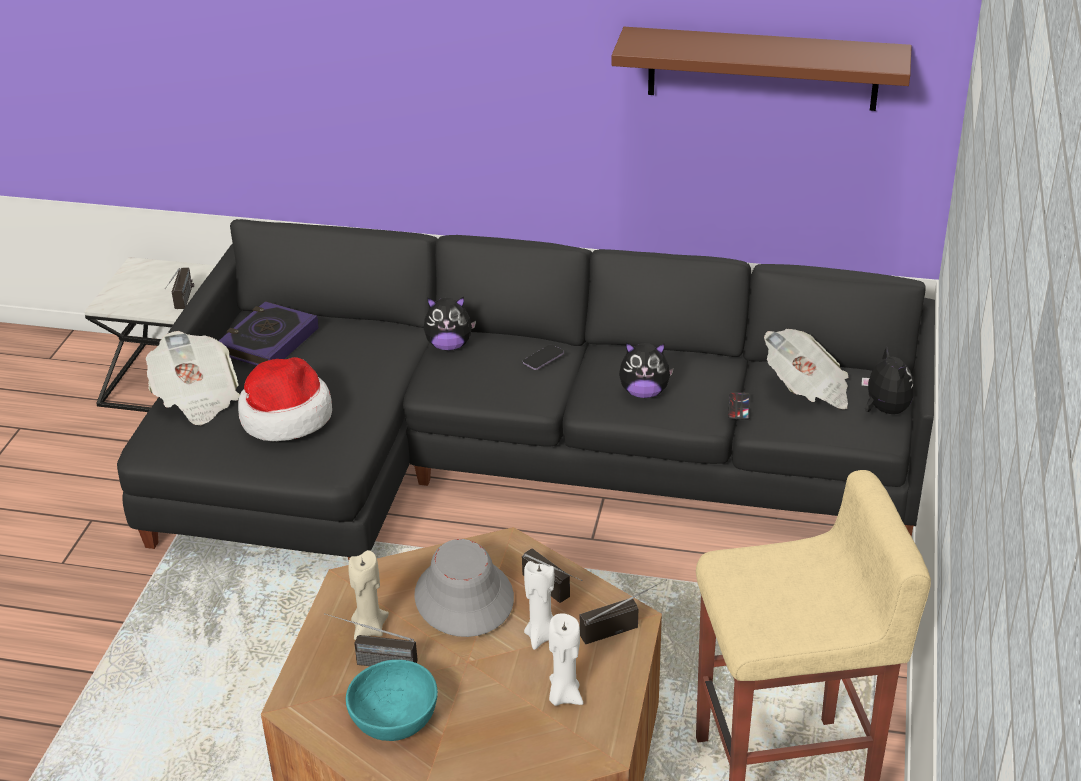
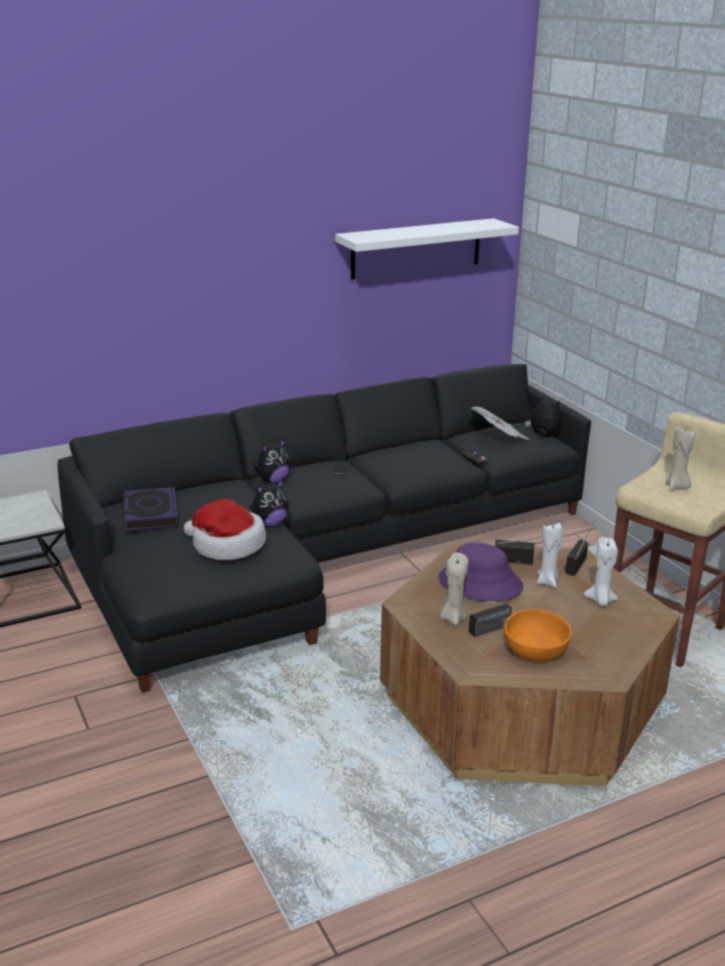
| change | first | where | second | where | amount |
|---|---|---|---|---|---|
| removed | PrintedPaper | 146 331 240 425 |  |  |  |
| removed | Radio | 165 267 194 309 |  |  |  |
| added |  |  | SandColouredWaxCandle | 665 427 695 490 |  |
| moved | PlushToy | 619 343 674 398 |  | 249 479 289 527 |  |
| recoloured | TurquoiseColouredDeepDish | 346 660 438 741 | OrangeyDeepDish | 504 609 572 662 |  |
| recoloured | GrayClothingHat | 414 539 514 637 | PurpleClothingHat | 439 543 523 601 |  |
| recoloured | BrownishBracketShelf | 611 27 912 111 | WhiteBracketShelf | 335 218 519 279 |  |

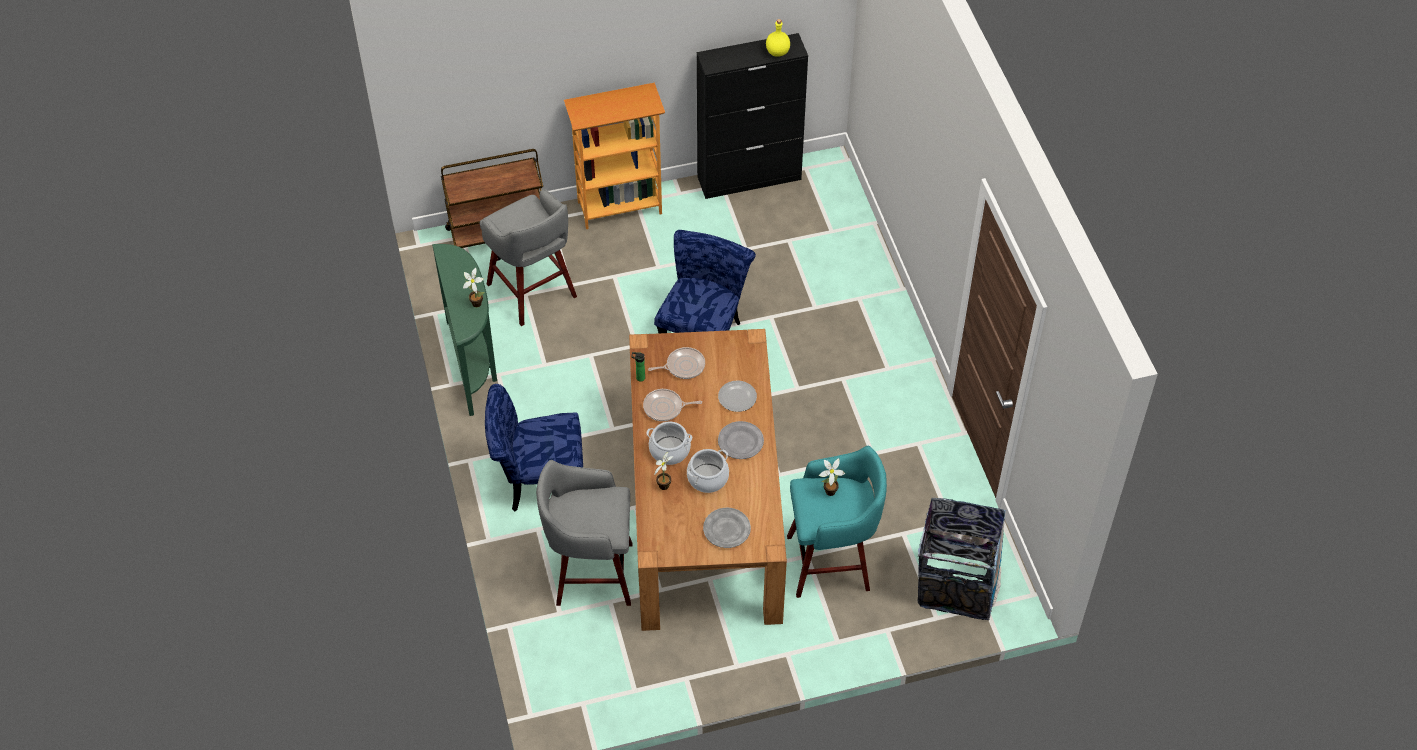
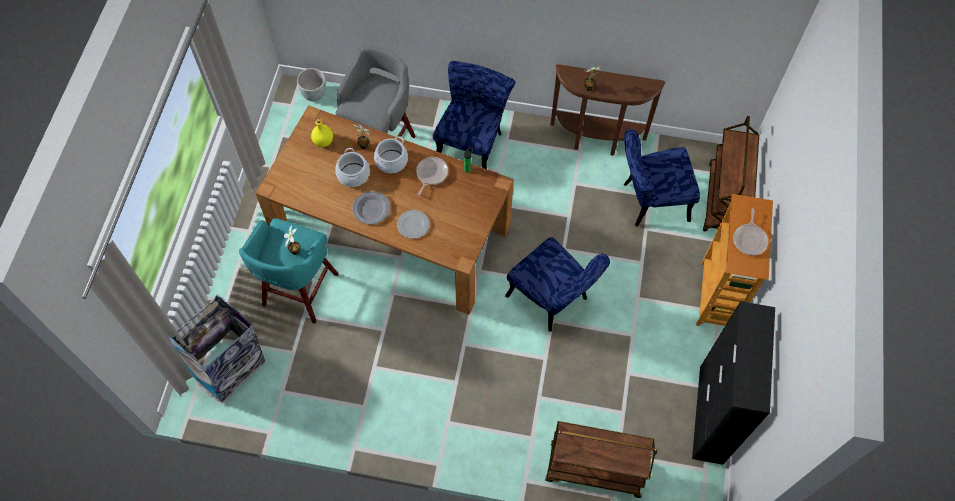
| change | first | where | second | where | amount |
|---|---|---|---|---|---|
| removed | GrayPlate | 703 508 751 548 |  |  |  |
| added |  |  | GrayPlantPot | 297 68 326 101 |  |
| added |  |  | BrownishWheeledCart | 545 421 657 498 |  |
| moved | Skillet | 648 347 705 379 |  | 733 208 768 255 |  |
| moved | YellowBeverageBottle | 766 19 790 57 |  | 311 118 333 147 |  |
| replaced | GraySittingStool | 480 189 577 326 | BlueChair | 624 129 700 227 |  |
| recoloured | GreenHallTable | 432 244 497 416 | BrownishHallTable | 550 64 665 156 |  |

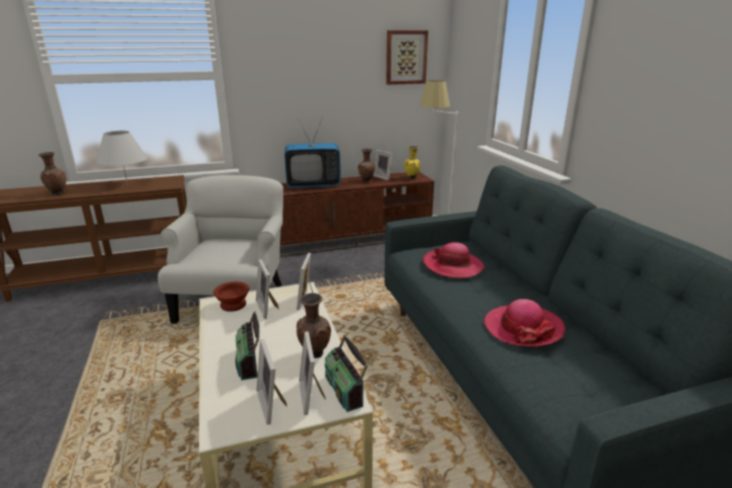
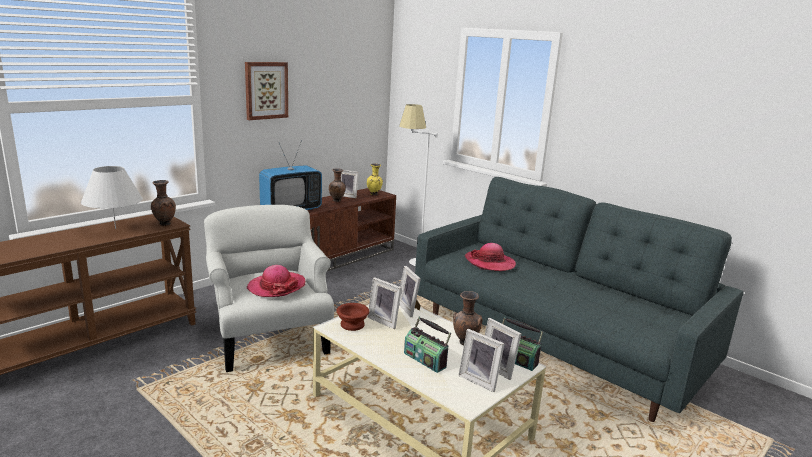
| change | first | where | second | where | amount |
|---|---|---|---|---|---|
| moved | BrownishDecorativeVase | 38 152 66 195 |  | 151 180 176 226 |  |
| moved | Picture | 386 30 428 85 |  | 245 62 288 120 |  |
| moved | ClothingHat | 483 299 565 347 |  | 247 265 305 297 |  |

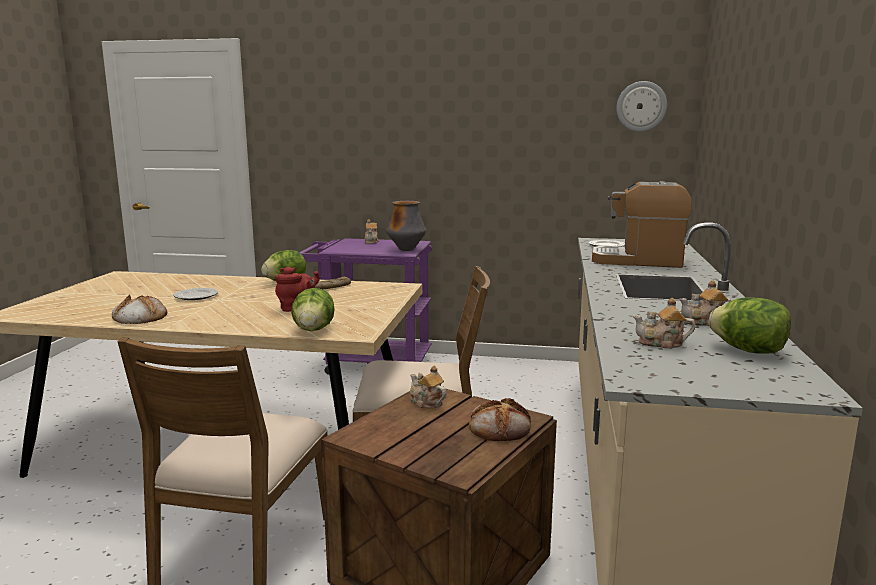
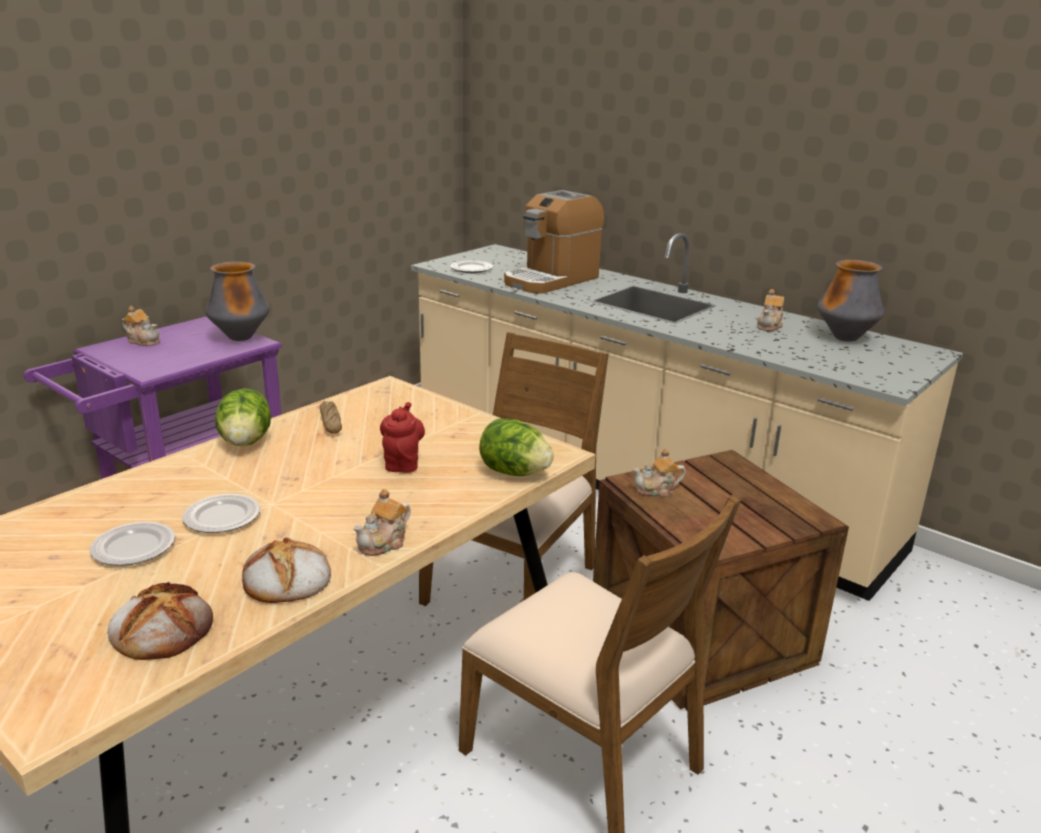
| change | first | where | second | where | amount |
|---|---|---|---|---|---|
| removed | HangingClock | 616 81 667 132 |  |  |  |
| added |  |  | Plate | 89 522 175 566 |  |
| moved | BakeryBread | 469 398 531 441 |  | 108 582 213 660 |  |
| moved | Teapot | 633 298 695 349 |  | 353 489 411 556 |  |
| replaced | LettuceHead | 708 297 791 353 | DecorativeVase | 817 260 885 342 |  |

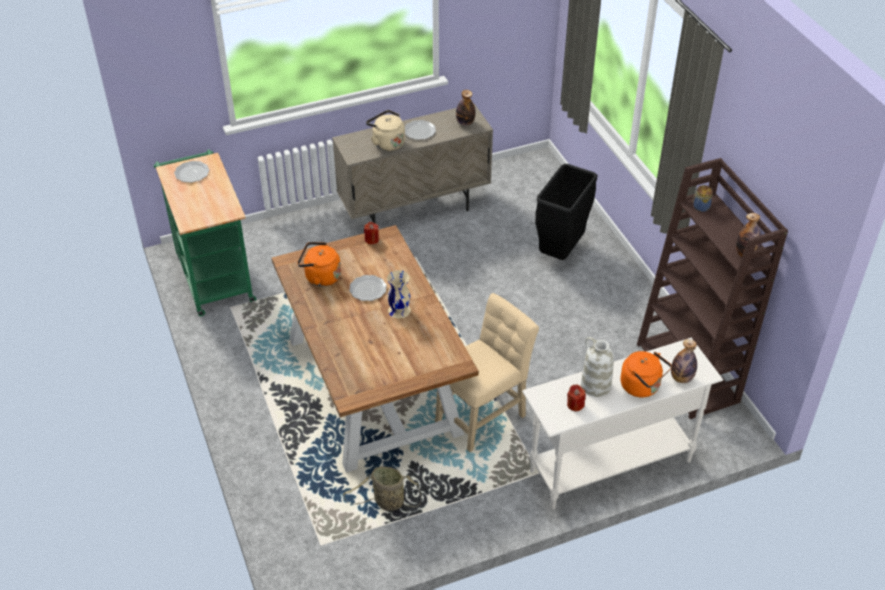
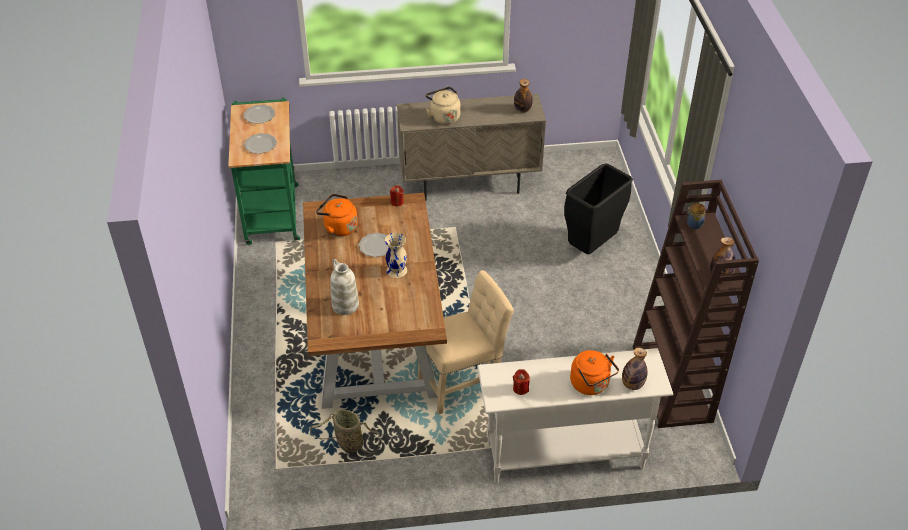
| change | first | where | second | where | amount |
|---|---|---|---|---|---|
| moved | Plate | 405 120 436 140 |  | 244 133 277 154 |  |
| moved | WhiteDecorativeVase | 581 337 614 397 |  | 330 259 359 315 |  |

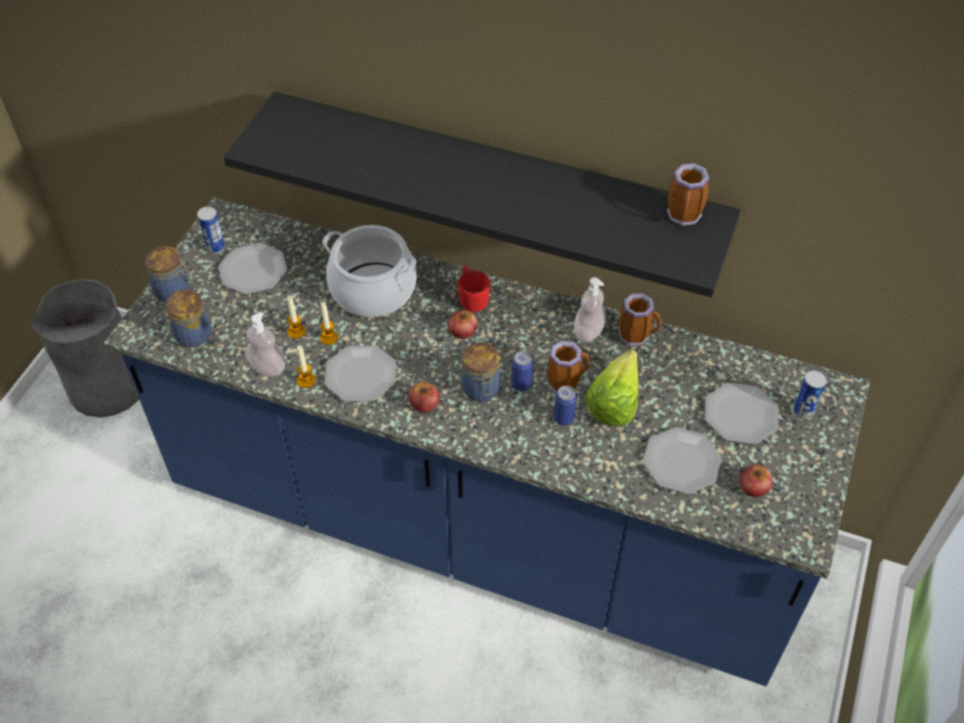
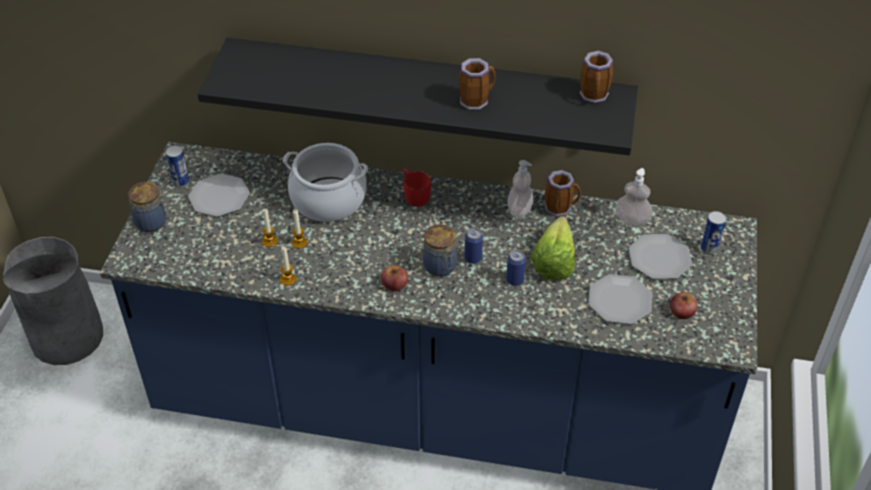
| change | first | where | second | where | amount |
|---|---|---|---|---|---|
| removed | Jar | 162 290 211 347 |  |  |  |
| removed | Plate | 325 345 396 402 |  |  |  |
| removed | AppleFruit | 448 310 478 339 |  |  |  |
| moved | SoapBottle | 246 312 286 377 |  | 615 168 653 226 |  |
| moved | Mug | 547 341 590 393 |  | 459 58 496 110 |  |

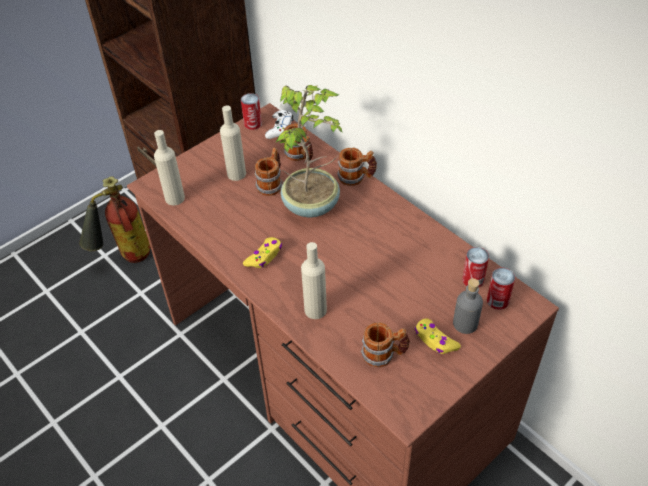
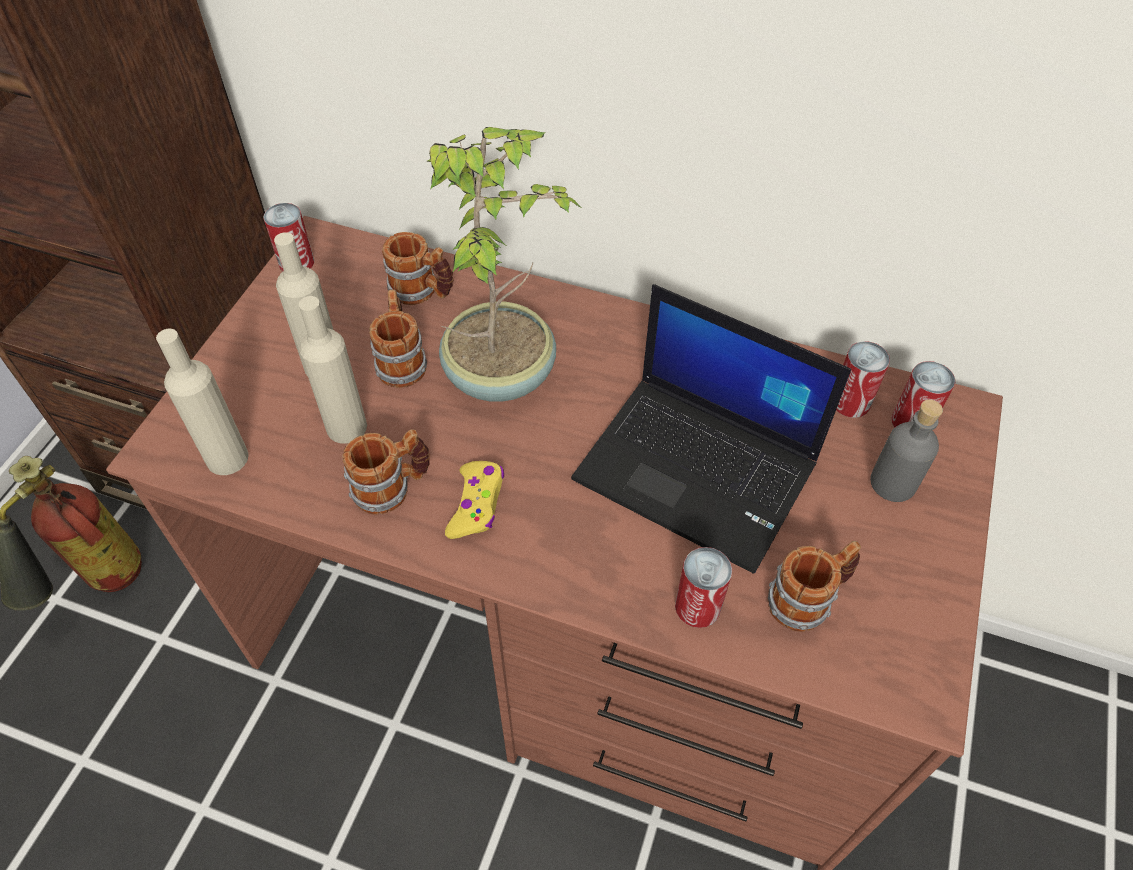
| change | first | where | second | where | amount |
|---|---|---|---|---|---|
| removed | WhiteGamepad | 265 110 293 139 |  |  |  |
| removed | YellowGamepad | 415 318 461 354 |  |  |  |
| added |  |  | NotebookComputer | 571 284 851 574 |  |
| added |  |  | MetalCan | 675 547 732 628 |  |
| moved | SandColouredBeverageBottle | 301 242 327 319 |  | 299 296 367 444 |  |
| moved | Mug | 337 148 377 186 |  | 342 429 430 515 |  |

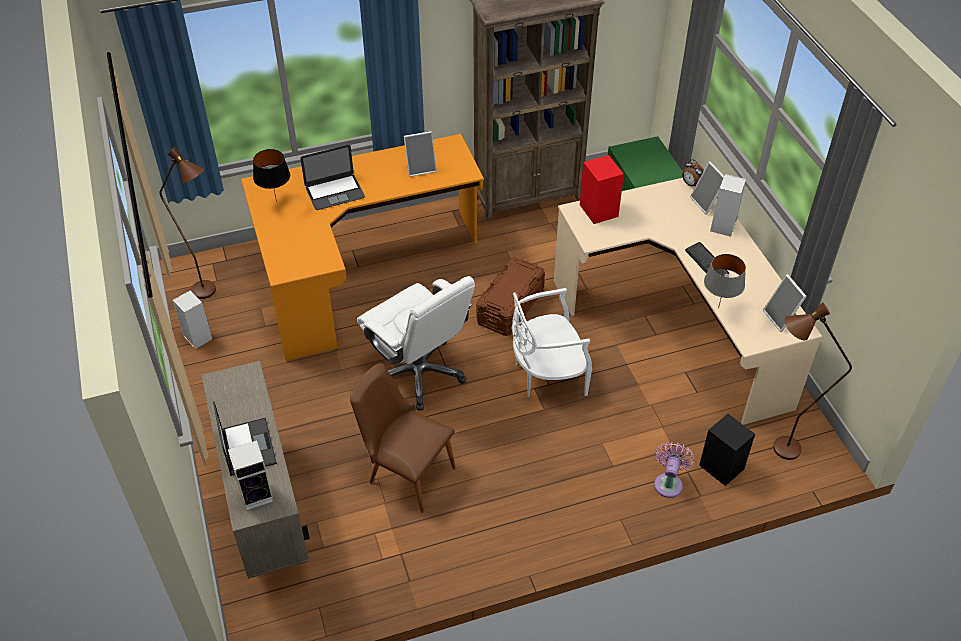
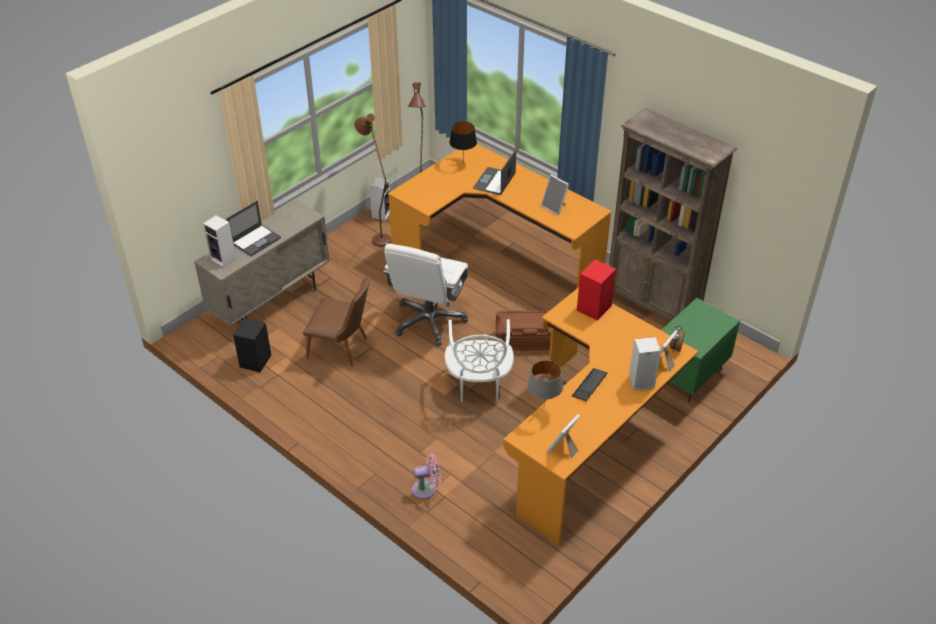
| change | first | where | second | where | amount |
|---|---|---|---|---|---|
| moved | BlackSpeaker | 699 414 755 486 |  | 233 318 271 372 |  |
| moved | BrownishFloorLamp | 773 302 852 460 |  | 354 113 391 247 |  |
| recoloured | SandColouredDesk | 554 178 822 425 | OrangeyDesk | 503 287 699 545 |  |
| turned | NotebookComputer | 301 145 365 210 |  | 473 149 516 195 | 75 degrees clockwise |
| turned | BrownishChair | 350 363 456 513 |  | 303 275 371 367 | 105 degrees clockwise |
| turned | WhiteChair | 511 288 592 397 |  | 445 319 514 402 | 135 degrees counterclockwise |

